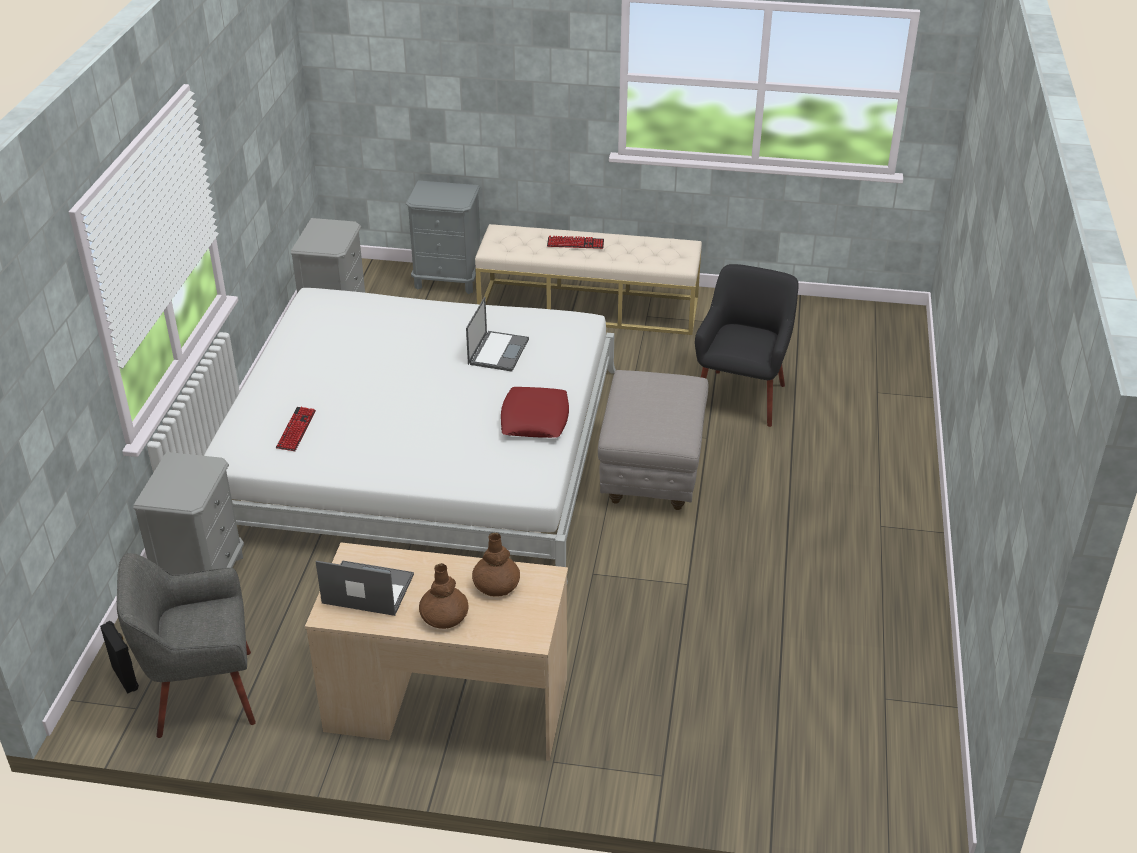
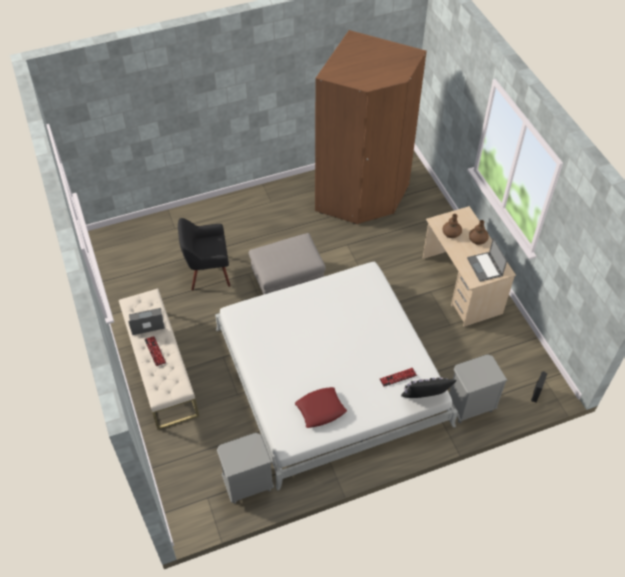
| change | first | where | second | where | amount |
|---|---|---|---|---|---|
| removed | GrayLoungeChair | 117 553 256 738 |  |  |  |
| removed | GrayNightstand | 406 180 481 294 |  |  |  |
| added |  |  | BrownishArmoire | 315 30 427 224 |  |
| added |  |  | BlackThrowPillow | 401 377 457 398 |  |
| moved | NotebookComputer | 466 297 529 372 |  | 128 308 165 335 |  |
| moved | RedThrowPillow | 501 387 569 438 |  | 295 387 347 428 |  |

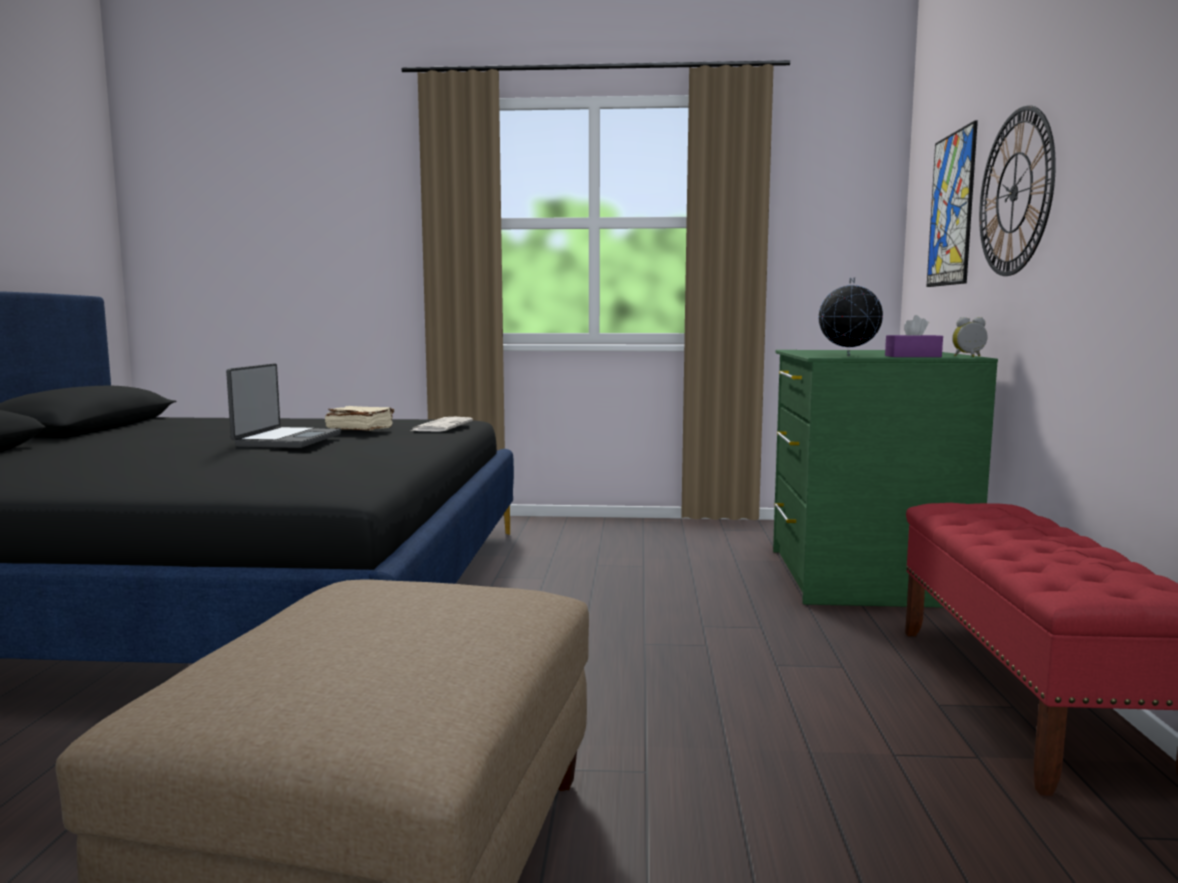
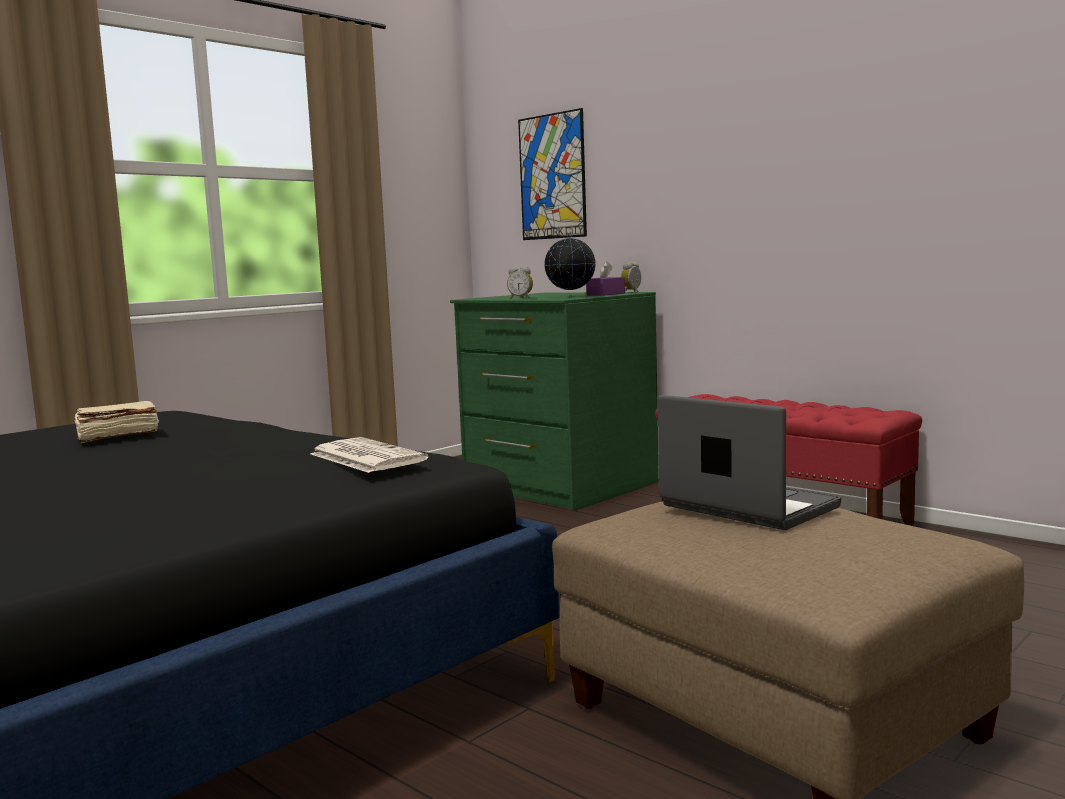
| change | first | where | second | where | amount |
|---|---|---|---|---|---|
| removed | HangingClock | 979 106 1056 276 |  |  |  |
| added |  |  | TableClock | 507 266 533 299 |  |
| moved | NotebookComputer | 226 363 341 448 |  | 658 395 841 530 |  |
| moved | PrintedPaper | 410 417 473 432 |  | 310 437 428 473 |  |

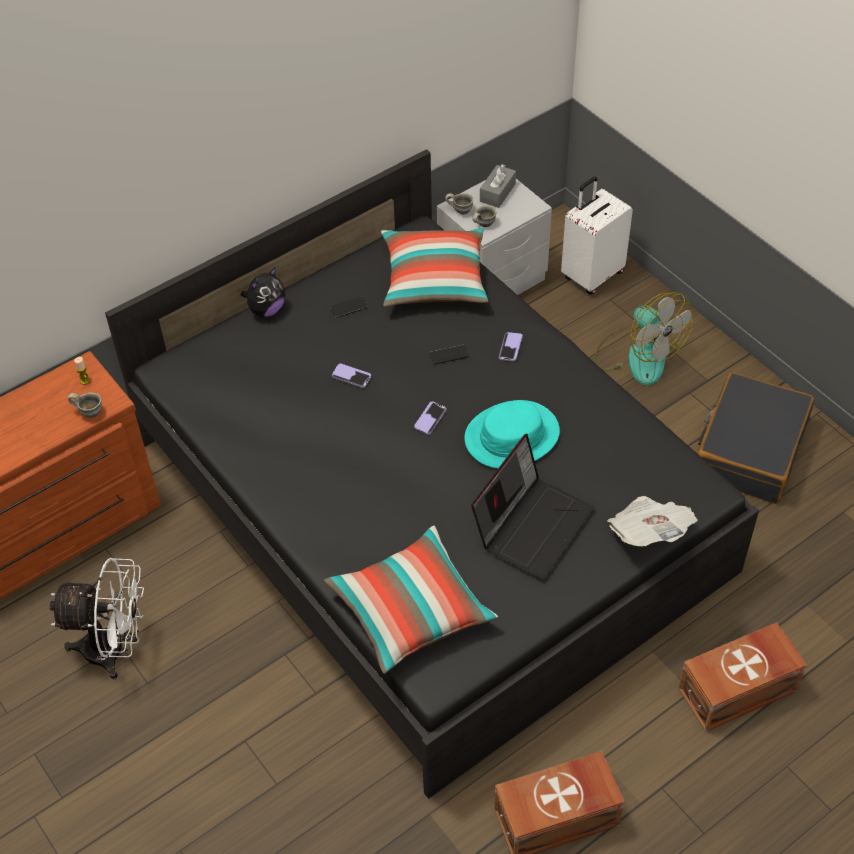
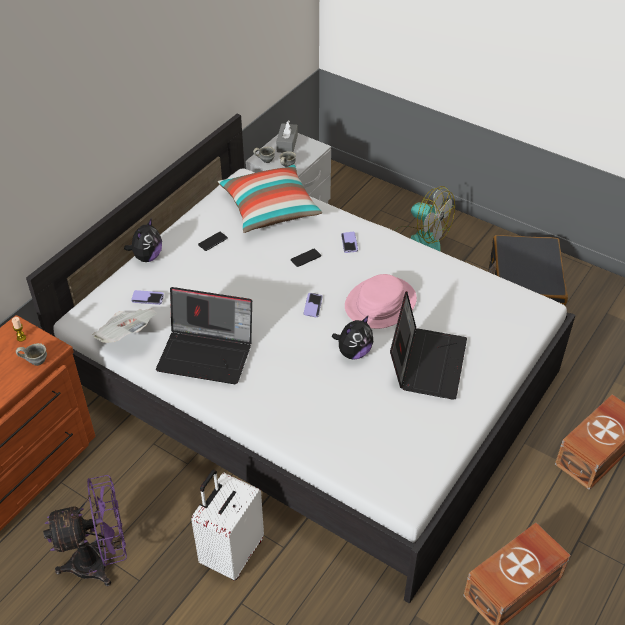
| change | first | where | second | where | amount |
|---|---|---|---|---|---|
| removed | ThrowPillow | 324 526 498 674 |  |  |  |
| added |  |  | NotebookComputer | 156 287 252 384 |  |
| added |  |  | PlushToy | 332 316 373 360 |  |
| moved | Handset | 332 364 371 388 |  | 131 290 164 305 |  |
| moved | WhitePieceOfLuggage | 561 176 633 295 |  | 191 470 264 580 |  |
| moved | PrintedPaper | 607 496 698 546 |  | 92 308 157 343 |  |
| recoloured | WhiteCoolingFan | 49 558 144 680 | PurpleCoolingFan | 43 475 127 586 |  |
| recoloured | BlackBedroomBed | 105 149 759 799 | WhiteBedroomBed | 26 114 575 604 |  |
| recoloured | TurquoiseColouredClothingHat | 464 400 560 468 | PinkColouredClothingHat | 345 274 417 329 |  |

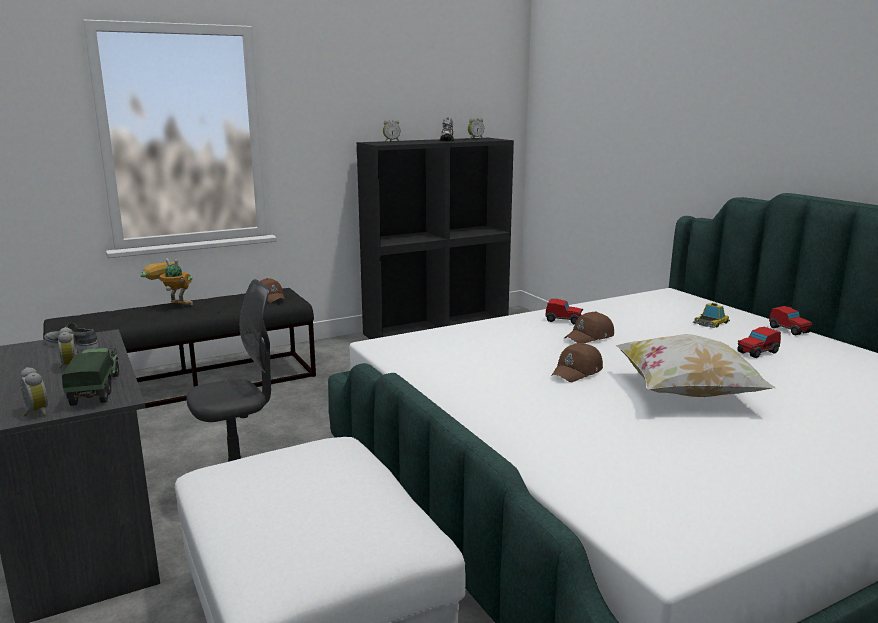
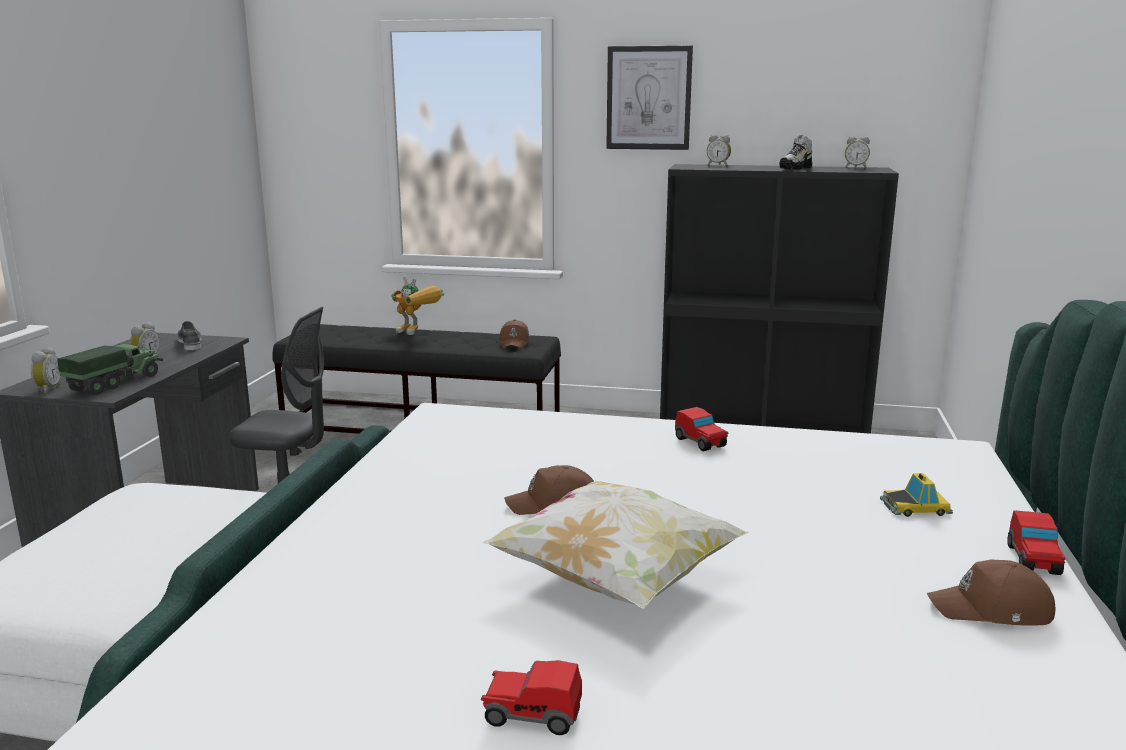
| change | first | where | second | where | amount |
|---|---|---|---|---|---|
| added |  |  | Picture | 606 45 693 150 |  |
| moved | BrownishPeakedCap | 564 312 614 343 |  | 927 560 1055 626 |  |
| moved | ModelCar | 737 327 781 358 |  | 481 660 582 735 |  |
| turned | ToyRobot | 140 258 193 305 |  | 391 277 444 335 | 150 degrees clockwise |

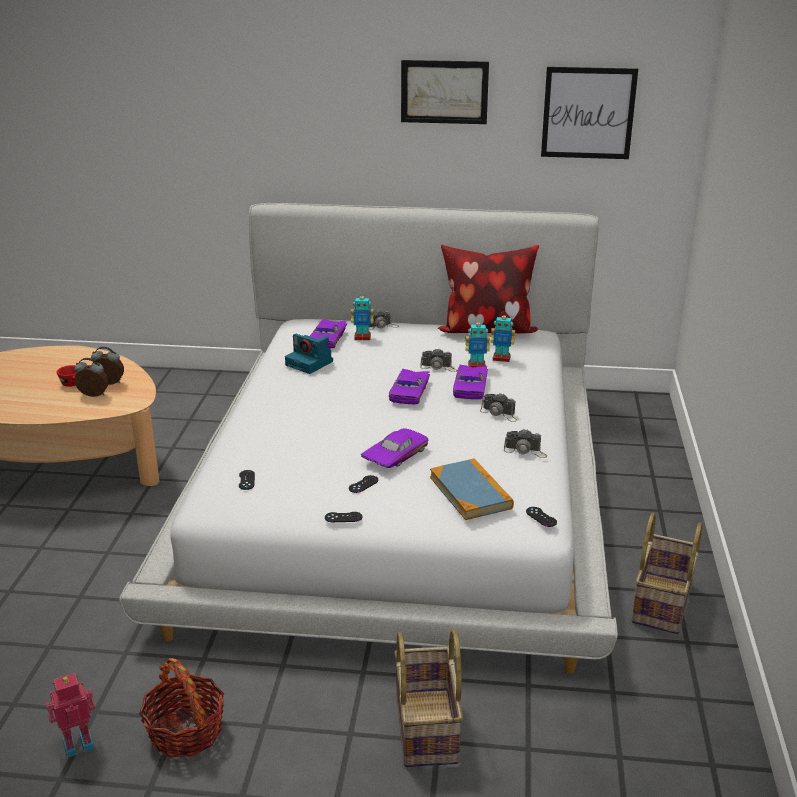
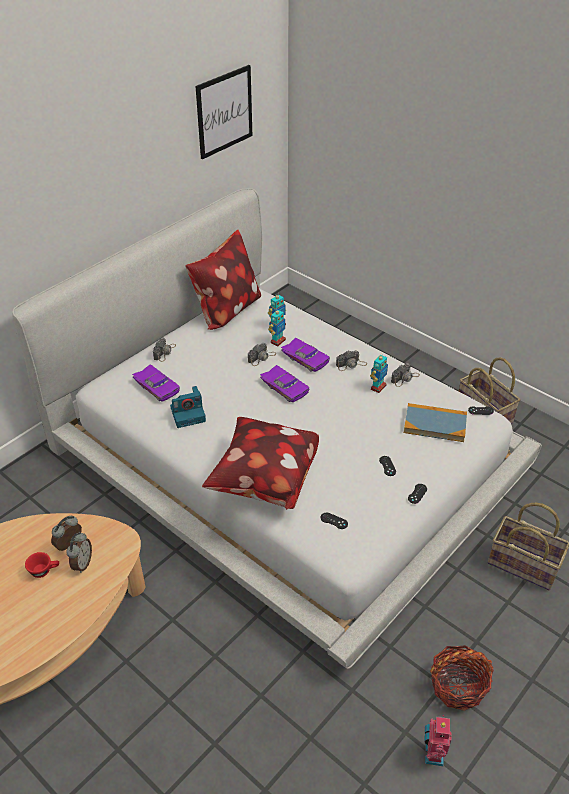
| change | first | where | second | where | amount |
|---|---|---|---|---|---|
| removed | PurpleModelCar | 361 428 428 468 |  |  |  |
| removed | Picture | 401 60 489 124 |  |  |  |
| added |  |  | ThrowPillow | 202 417 319 510 |  |
| moved | ToyRobot | 351 292 374 340 |  | 370 354 388 393 |  |
| turned | TableClock | 74 358 109 397 |  | 66 532 92 573 | 150 degrees clockwise |

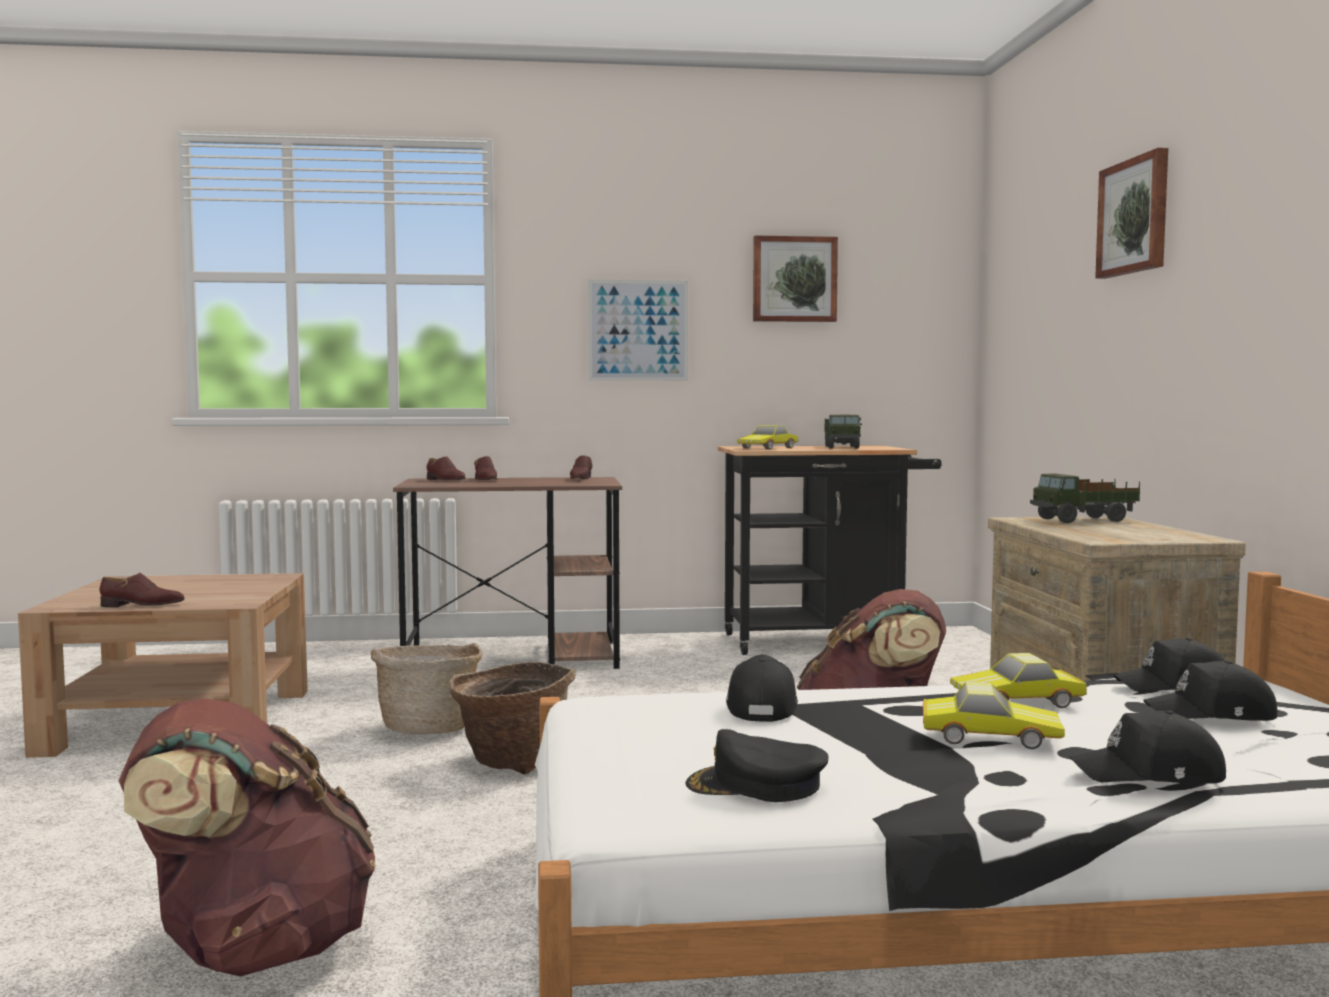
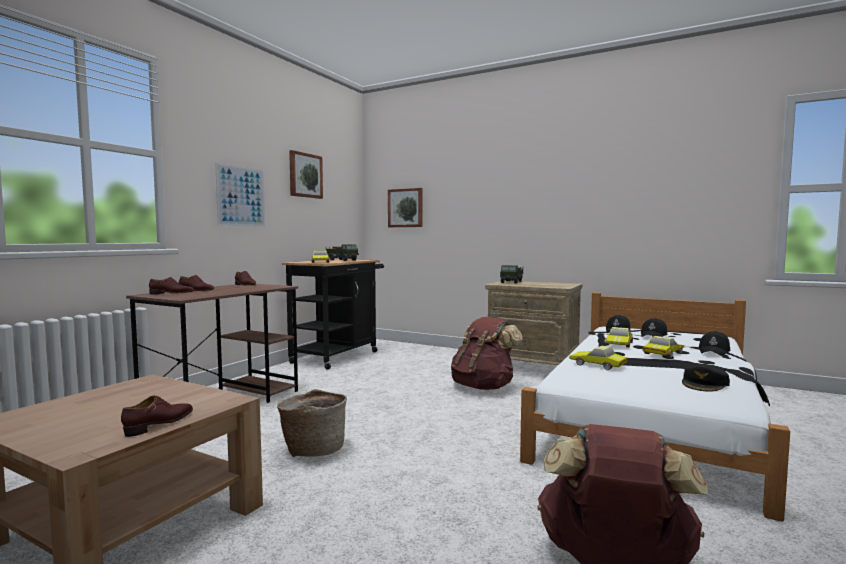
| change | first | where | second | where | amount |
|---|---|---|---|---|---|
| removed | StorageBasket | 450 662 576 774 |  |  |  |
| moved | Picture | 1095 148 1168 279 |  | 388 188 423 227 |  |
| replaced | BlackPeakedCap | 726 654 798 722 | ModelCar | 569 346 628 370 |  |

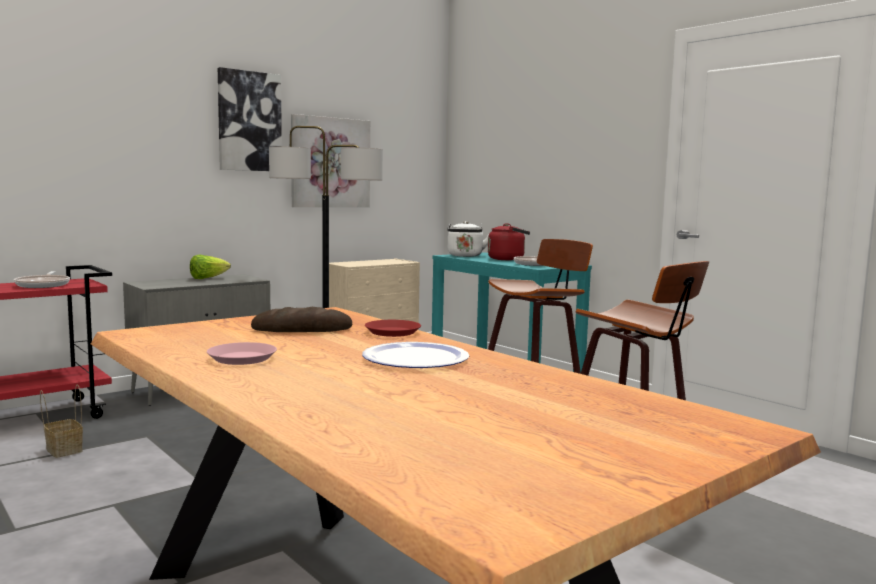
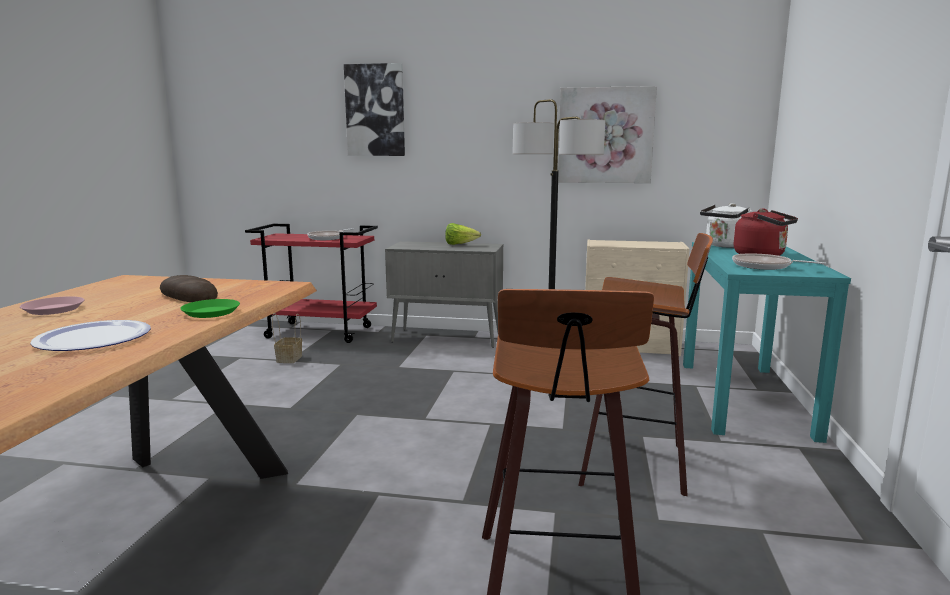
| change | first | where | second | where | amount |
|---|---|---|---|---|---|
| moved | Picture | 218 67 282 171 |  | 344 63 405 156 |  |
| recoloured | RedPlate | 365 320 421 337 | GreenPlate | 180 299 240 318 |  |

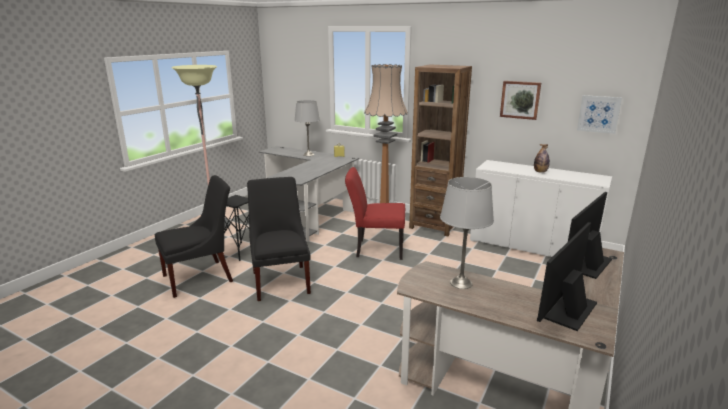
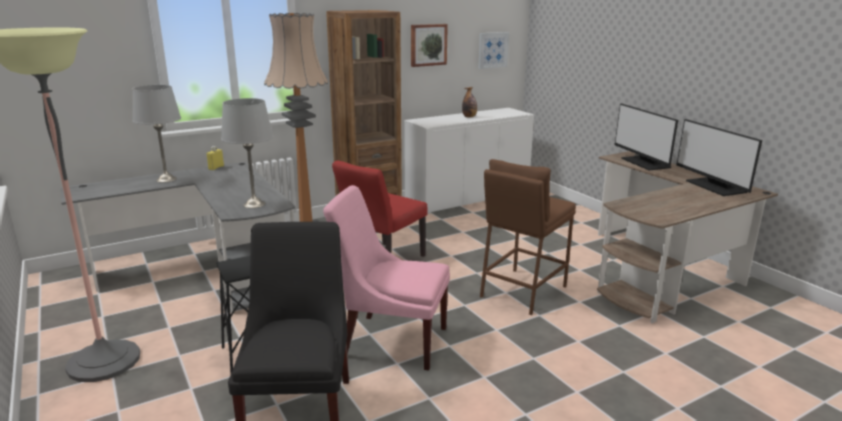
| change | first | where | second | where | amount |
|---|---|---|---|---|---|
| added |  |  | BrownishSittingStool | 480 159 576 315 |  |
| moved | GrayTabletopLamp | 440 177 494 289 |  | 221 98 274 208 |  |
| recoloured | BlackChair | 247 177 311 301 | PinkColouredChair | 323 185 450 371 |  |

